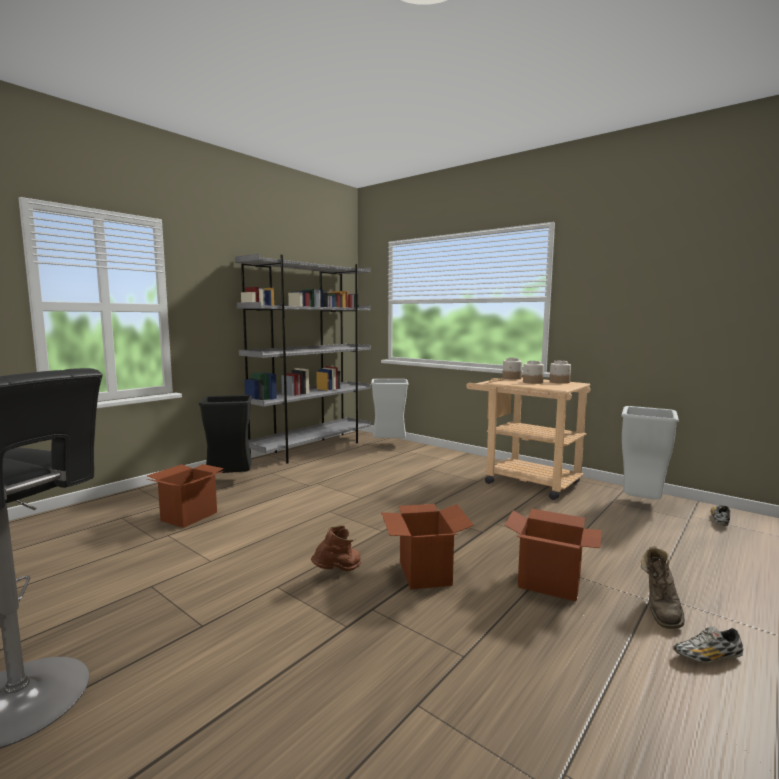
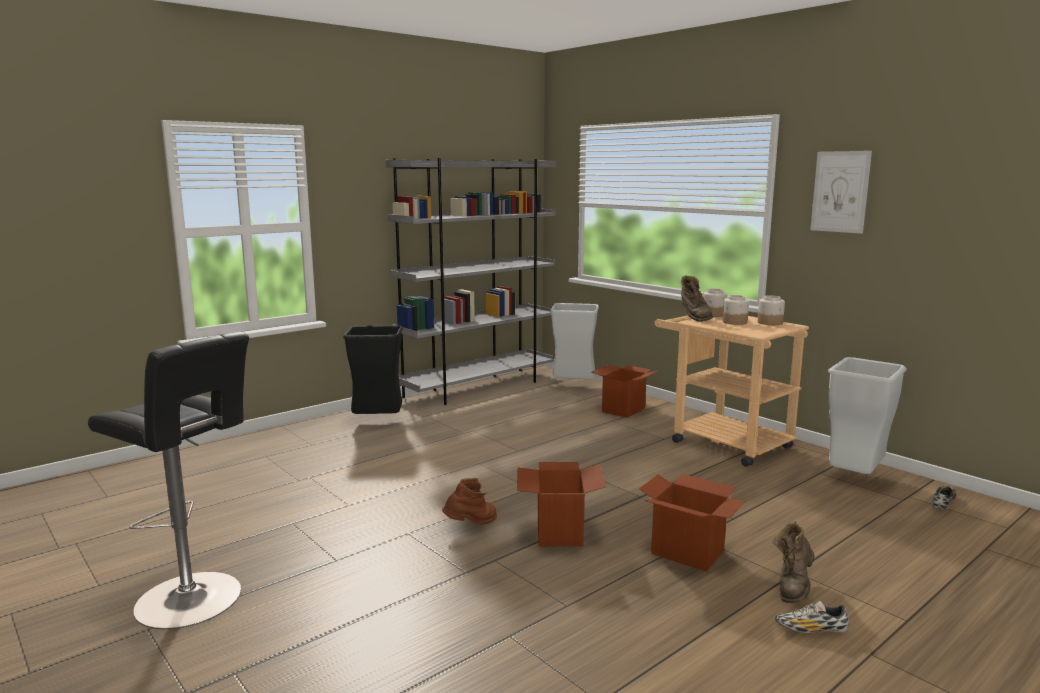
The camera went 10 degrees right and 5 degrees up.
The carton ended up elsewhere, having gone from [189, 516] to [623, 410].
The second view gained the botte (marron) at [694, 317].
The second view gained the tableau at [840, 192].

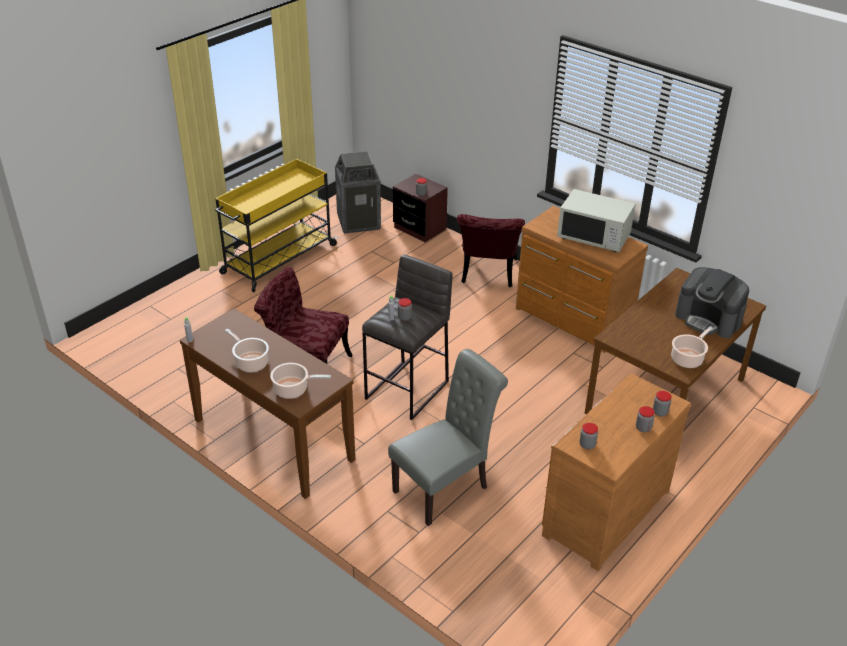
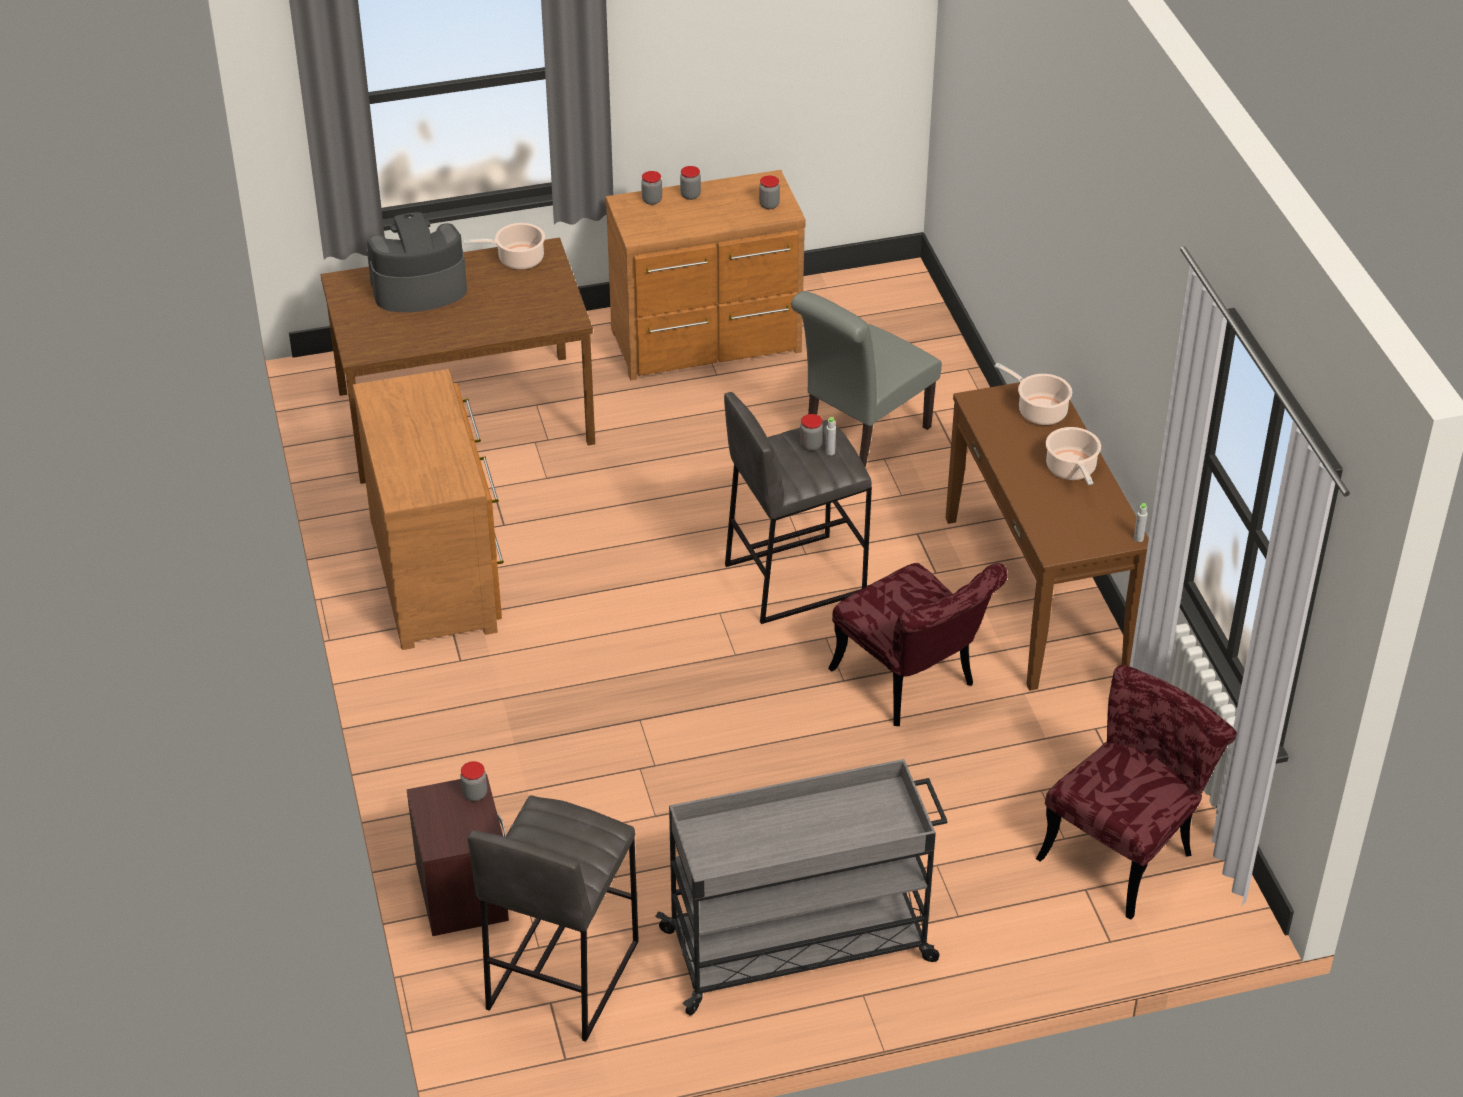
The camera went 145 degrees left and 5 degrees up.
What was the chariot (jaune) at [278, 260] turned into the chariot (gris) at [801, 945].
Where the poubelle stood at [359, 222], the tabouret (gris) came to stand at [560, 975].
The chaise (gris) at [445, 487] ended up facing another way, 45 degrees counterclockwise from before.
The chaise (rouge) ended up elsewhere, having gone from [488, 275] to [1126, 848].
The second view lost the micro-ondes (blanc) at [594, 237].
The machine à café at [708, 319] ended up facing another way, 90 degrees counterclockwise from before.

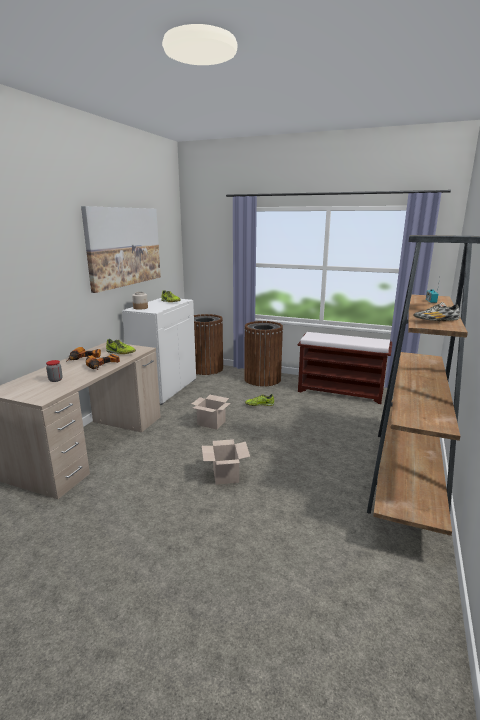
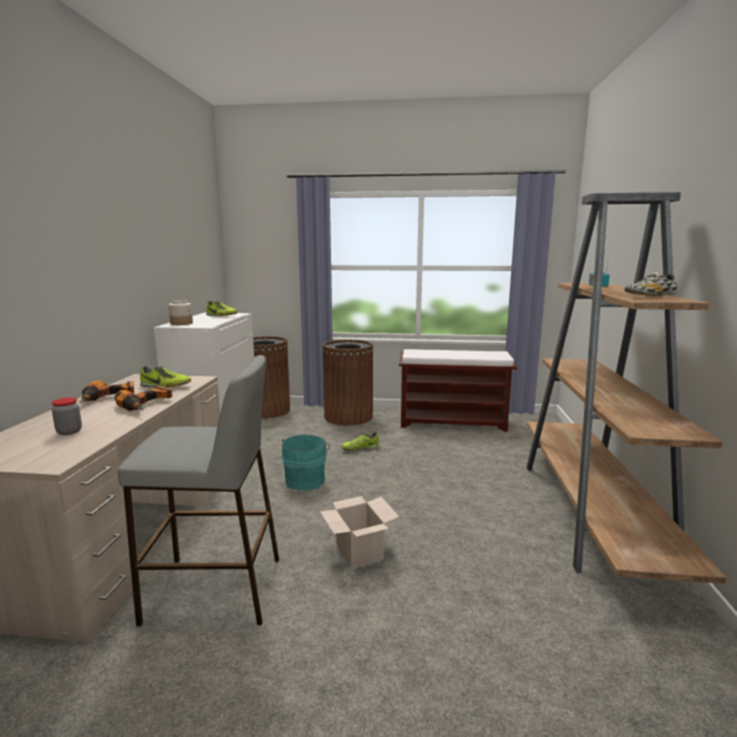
The camera went 15 degrees left and 5 degrees down.
The second view lost the tableau at [124, 247].
Where the carton stood at [212, 423], the seau (turquoise) came to stand at [306, 480].
The second view gained the tabouret (gris) at [215, 589].

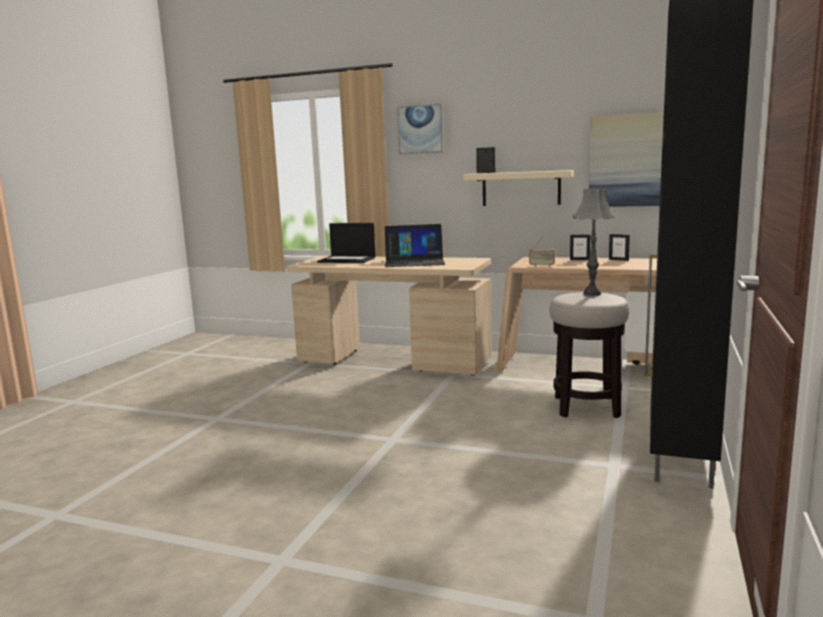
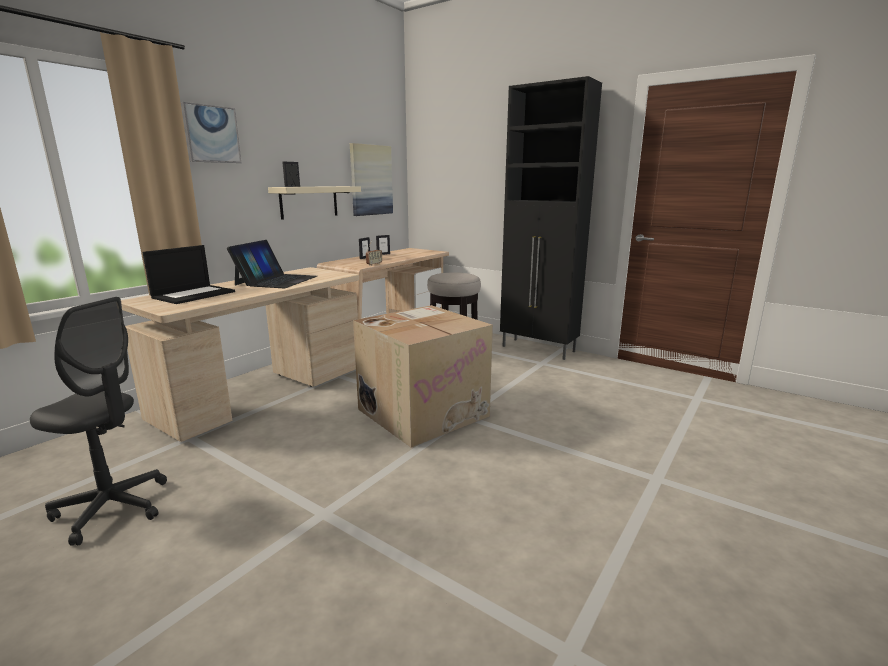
The camera went 75 degrees left and 5 degrees up.
The second view lost the lampe de table (gris) at [592, 294].
The second view gained the chaise de bureau (gris) at [112, 508].
The second view gained the carton at [423, 411].

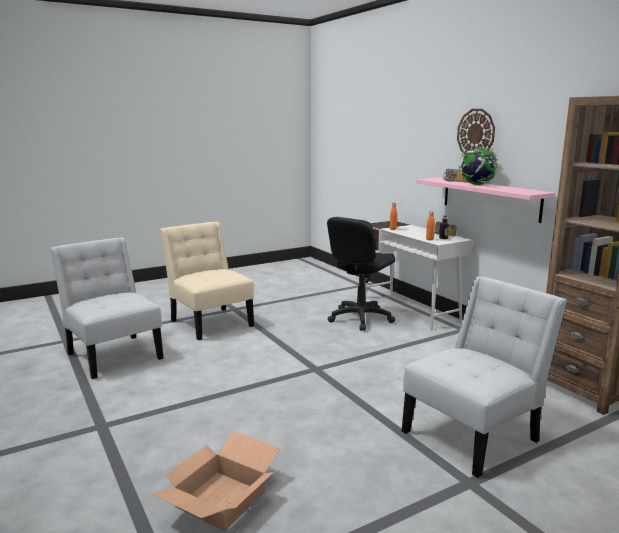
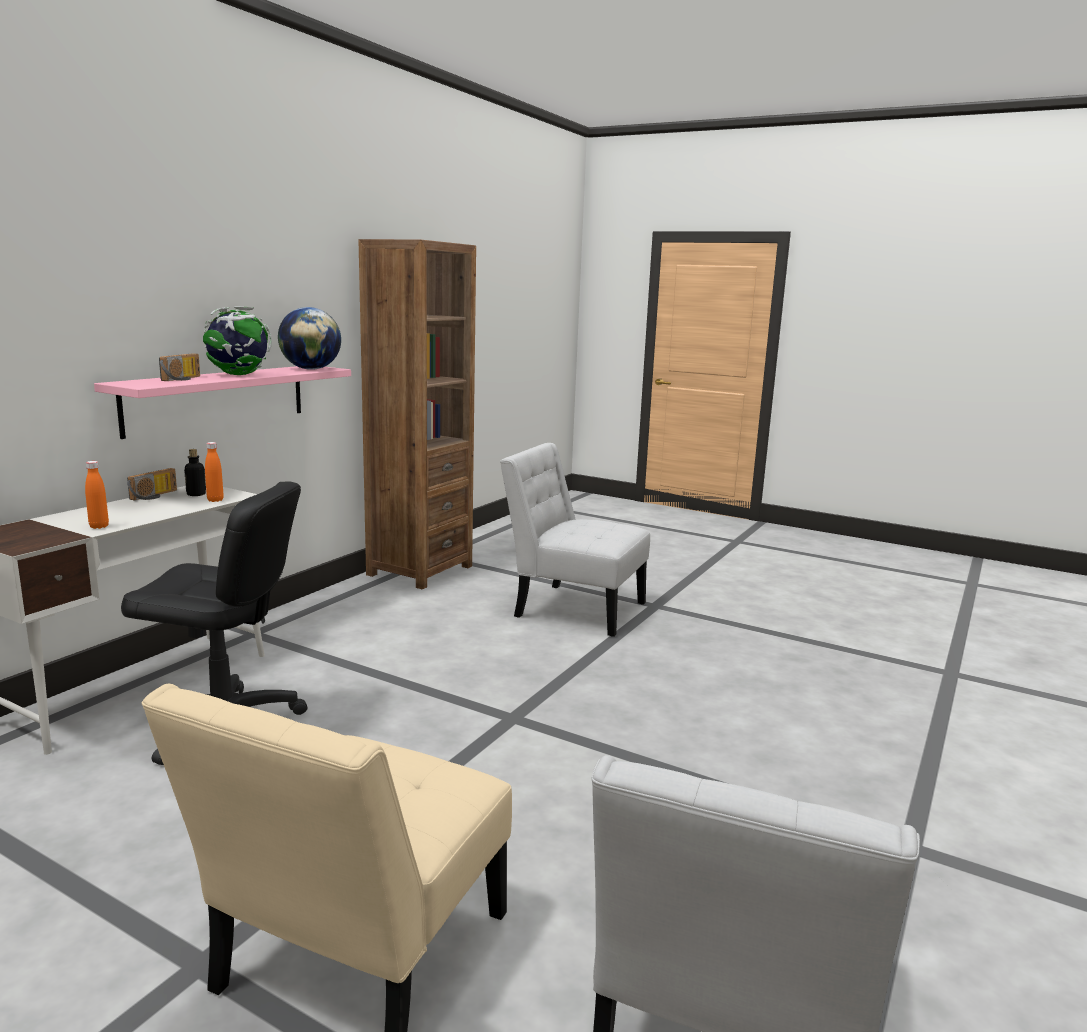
The camera went 120 degrees left and 0 degrees up.
The second view lost the carton at [221, 500].
The second view lost the horloge murale at [476, 133].
The second view gained the globe at [311, 369].

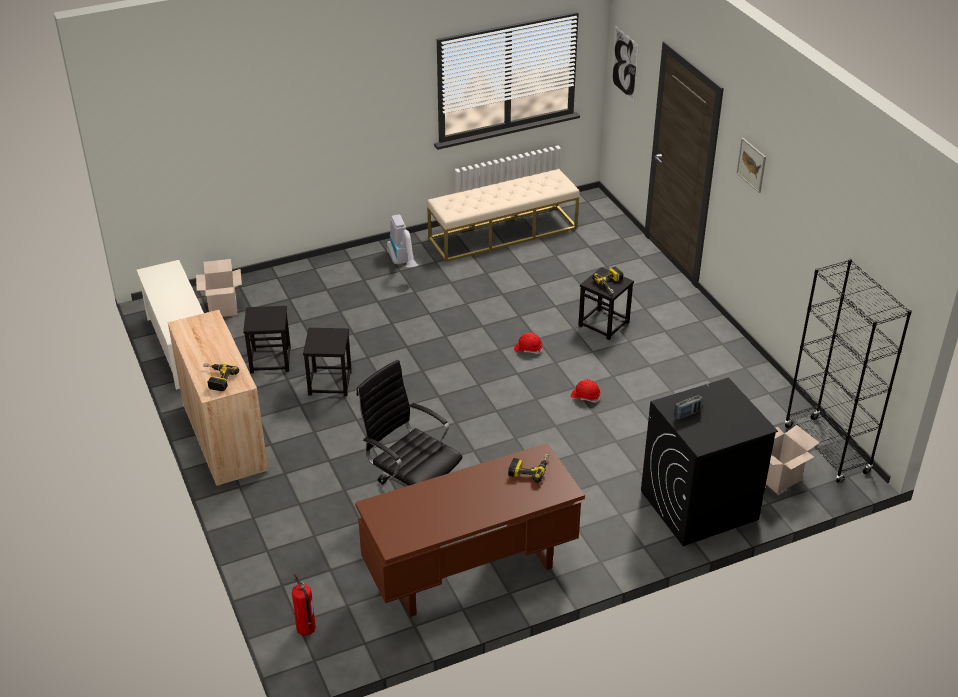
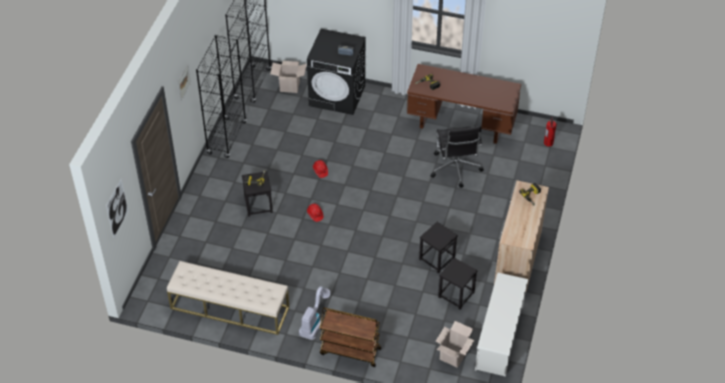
The camera went 140 degrees left and 10 degrees up.
The second view gained the bibliothèque (noir) at [226, 138].
The second view gained the chariot (marron) at [350, 351].

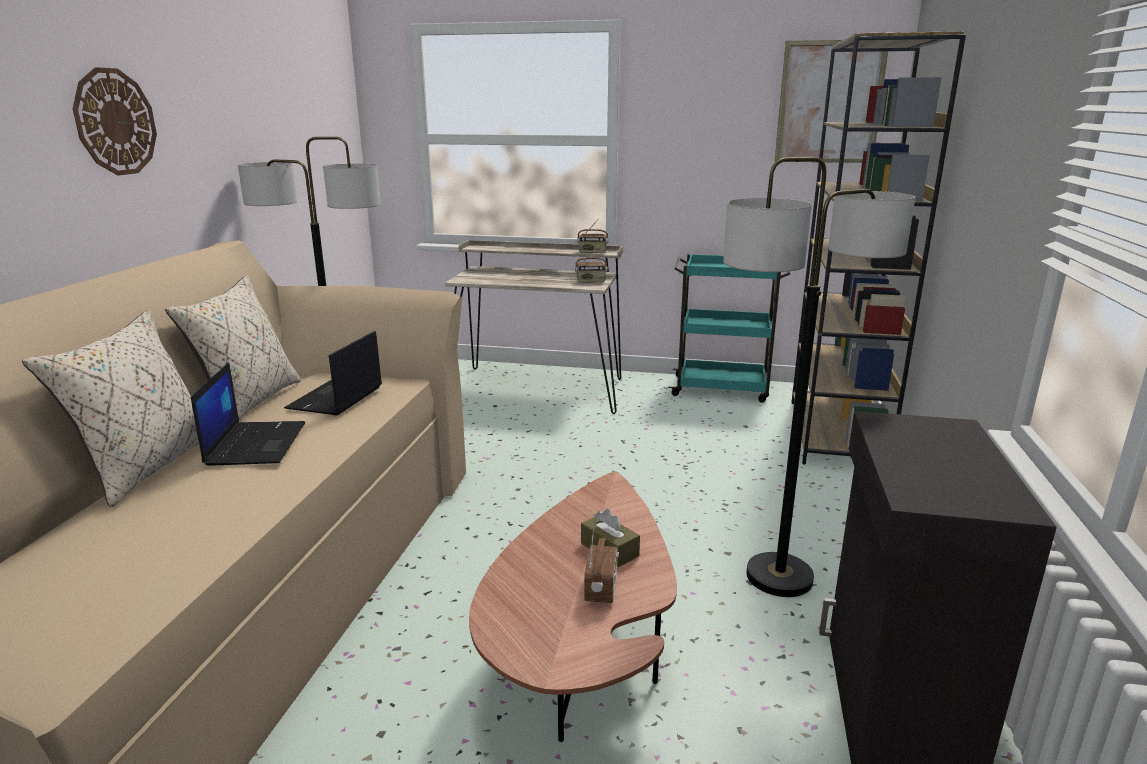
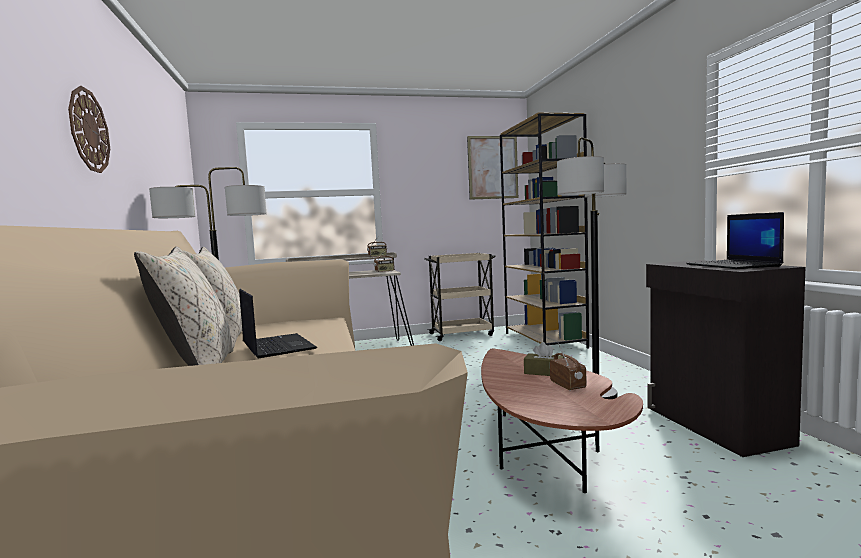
The camera went 25 degrees left and 15 degrees down.
The ordinateur portable ended up elsewhere, having gone from [335, 398] to [734, 265].
What was the chariot (turquoise) at [722, 389] turned into the chariot (beige) at [462, 334].

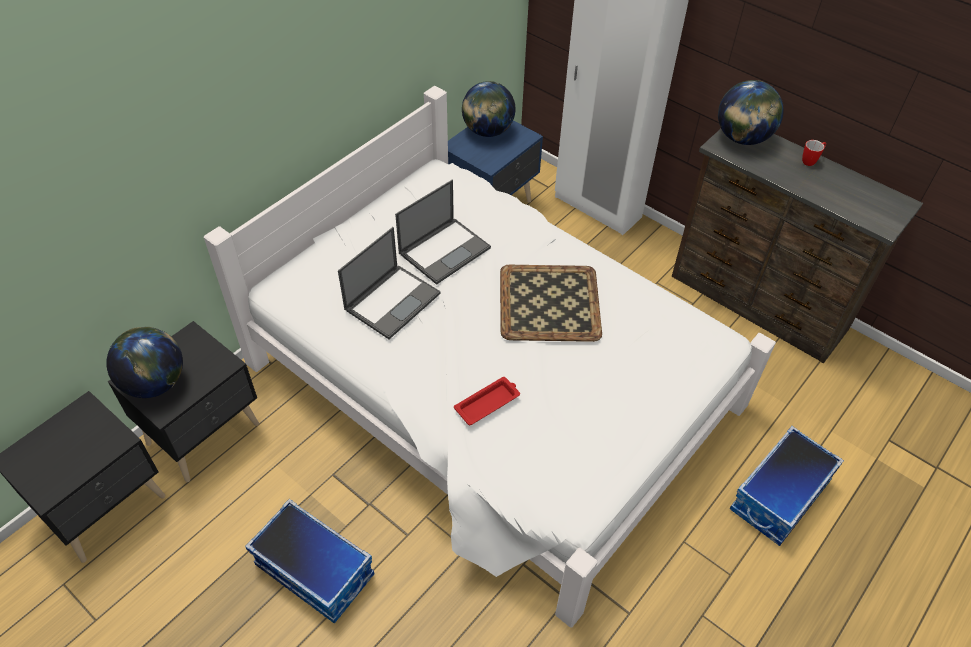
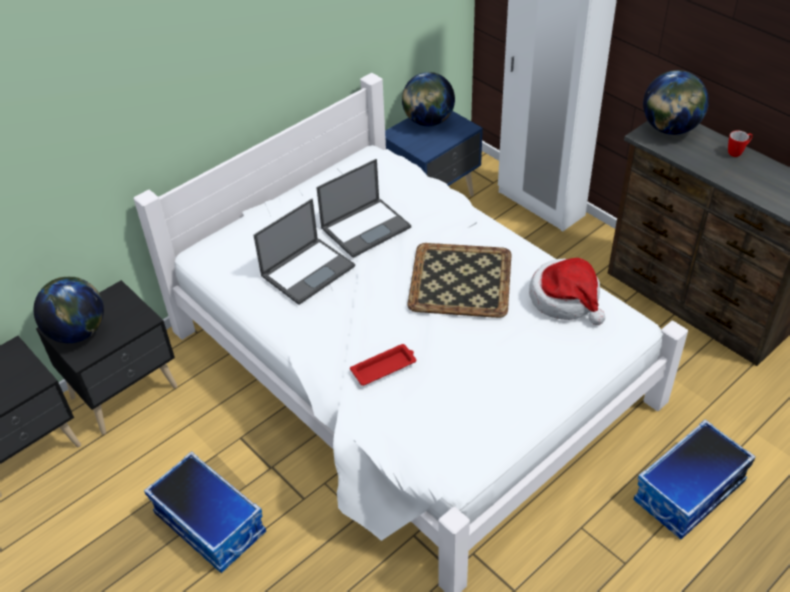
The camera went 10 degrees right and 5 degrees down.
The second view gained the chapeau at [566, 299].

